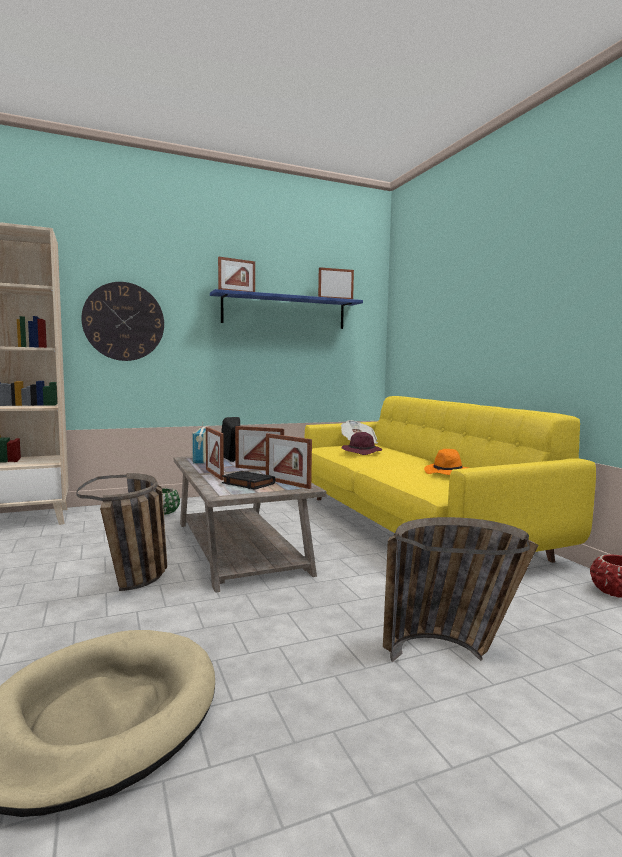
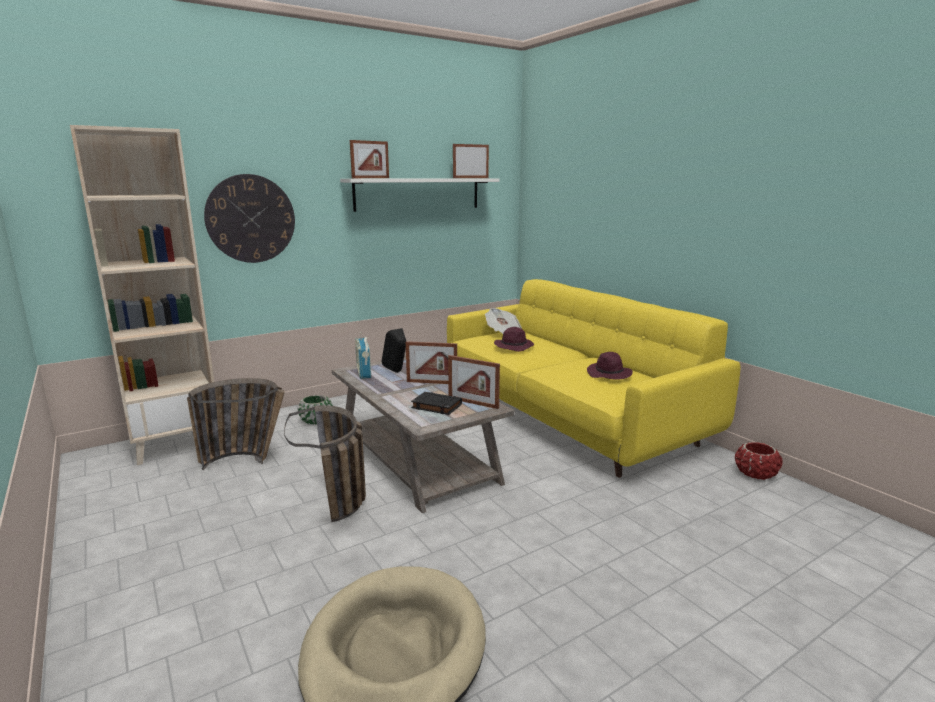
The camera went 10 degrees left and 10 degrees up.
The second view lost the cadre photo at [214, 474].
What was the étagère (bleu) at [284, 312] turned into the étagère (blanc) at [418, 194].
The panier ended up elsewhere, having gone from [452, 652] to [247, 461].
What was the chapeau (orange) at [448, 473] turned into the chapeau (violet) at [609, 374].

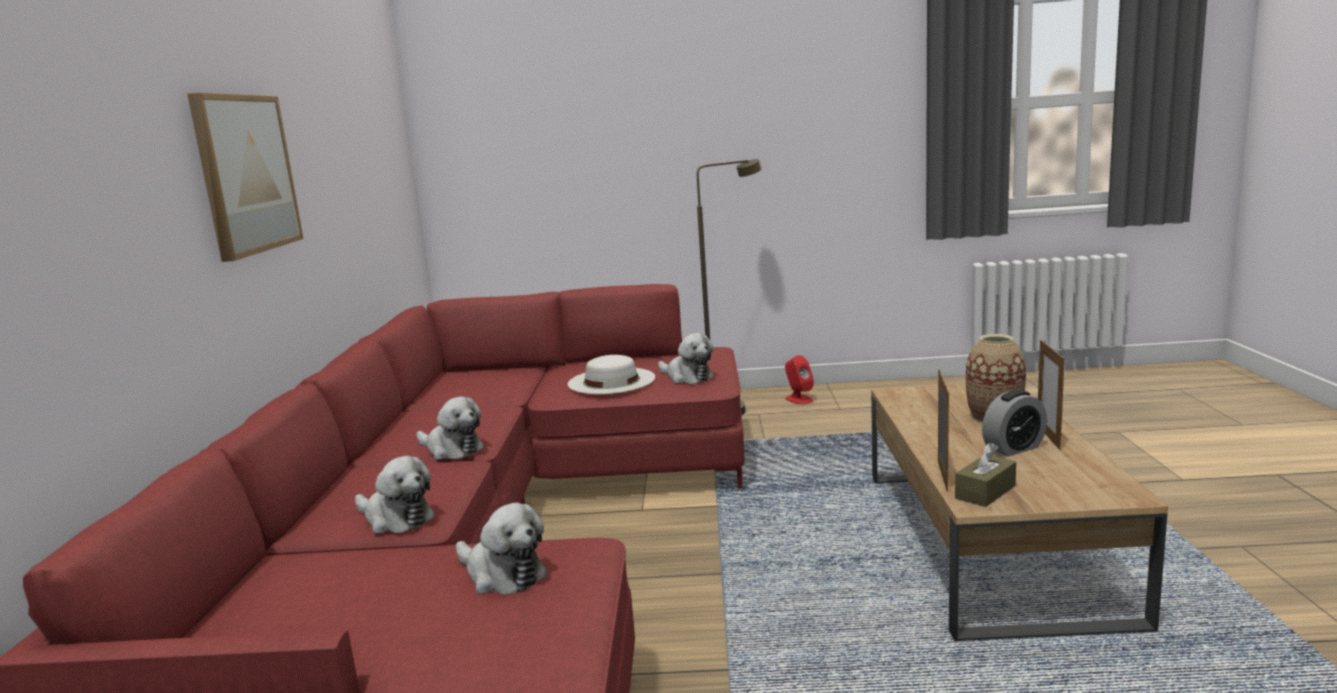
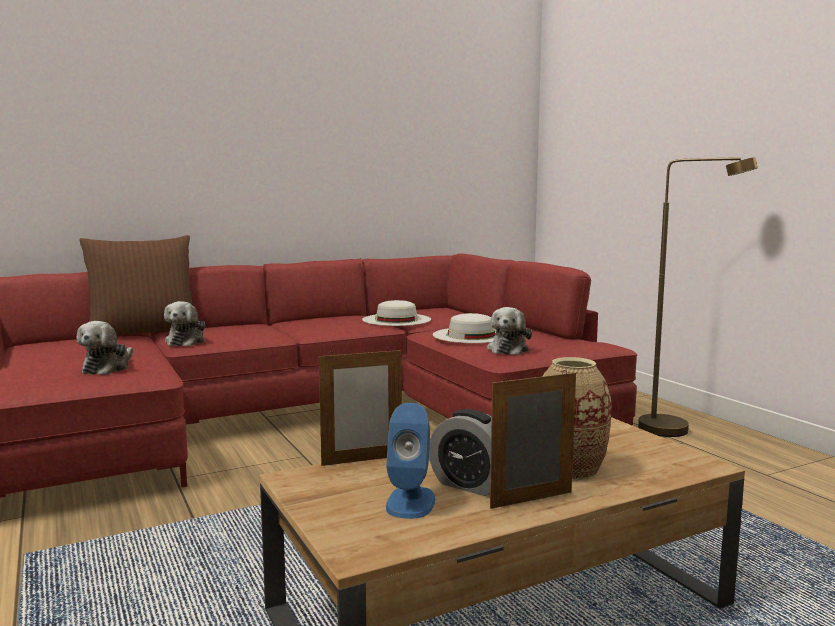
The camera went 60 degrees right and 5 degrees down.
The second view lost the tableau at [245, 174].
The second view lost the peluche at [452, 449].
The second view lost the enceinte (rouge) at [799, 399].
The second view lost the boîte à mouchoirs (marron) at [985, 492].
The second view gained the coussin (marron) at [143, 333].
The second view gained the chapeau (blanc) at [396, 319].
The second view gained the enceinte (bleu) at [411, 502].

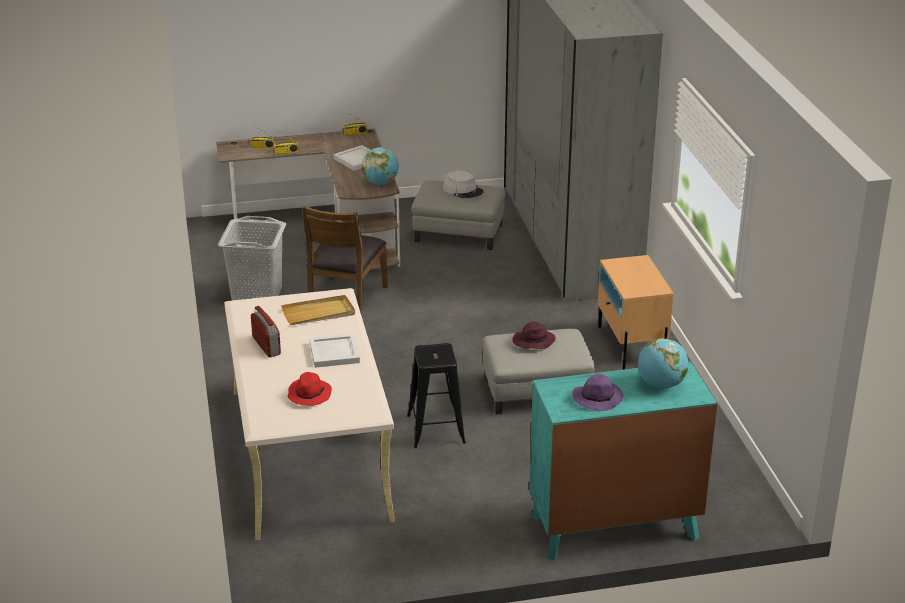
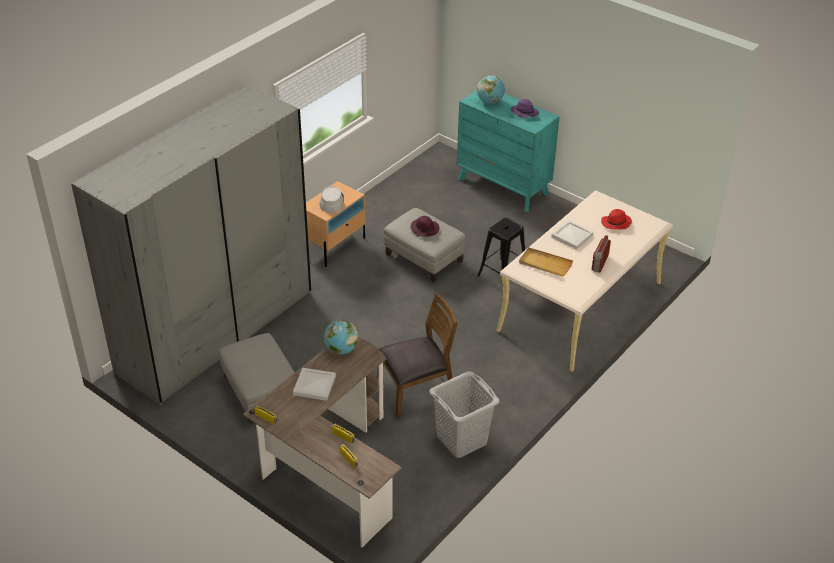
The camera went 130 degrees left and 10 degrees up.
The chapeau (gris) ended up elsewhere, having gone from [463, 190] to [331, 201].

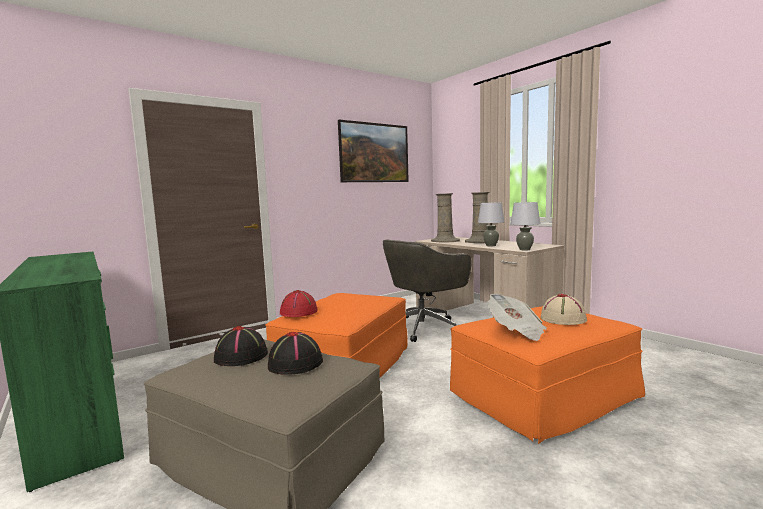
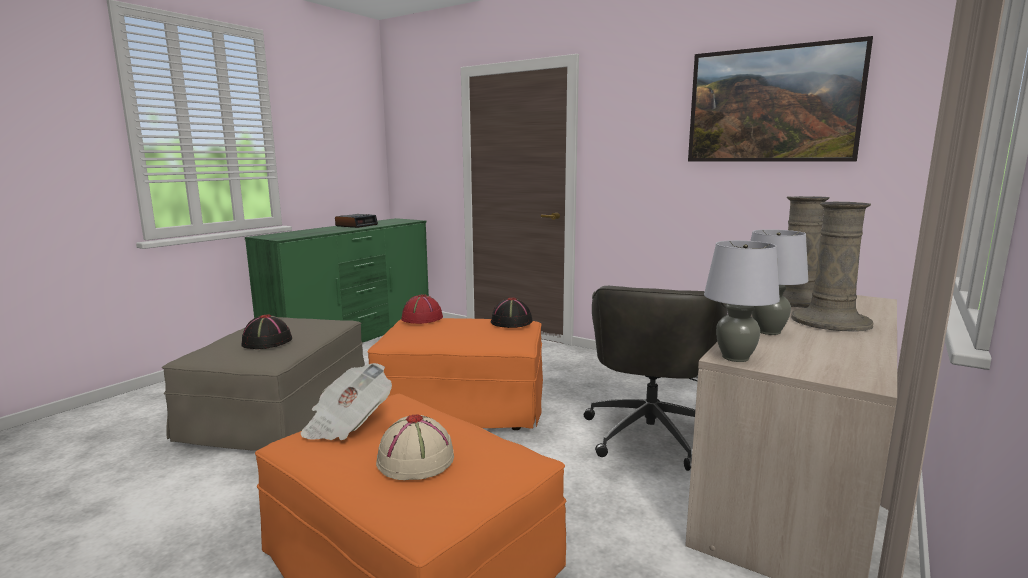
The camera went 70 degrees right and 5 degrees up.
The chapeau (noir) ended up elsewhere, having gone from [242, 356] to [511, 322].
The chaise de bureau (gris) at [424, 327] ended up facing another way, 105 degrees counterclockwise from before.
The second view gained the réveil at [356, 225].

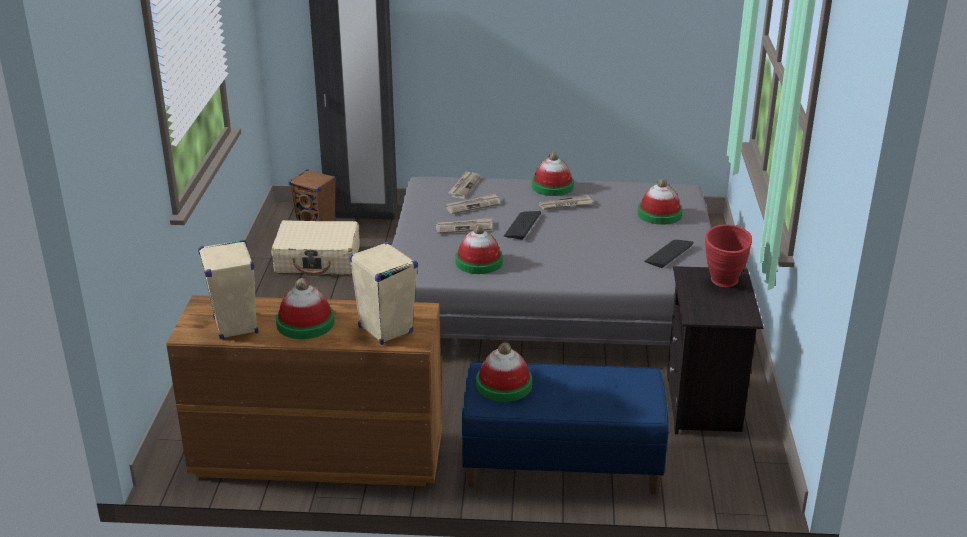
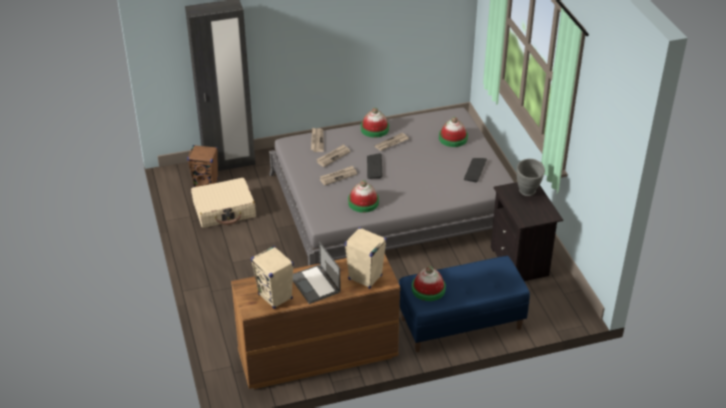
The camera went 20 degrees left and 10 degrees up.
Where the chapeau stood at [305, 323], the ordinateur portable came to stand at [315, 284].
What was the vase (rouge) at [723, 284] turned into the vase (gris) at [528, 193].

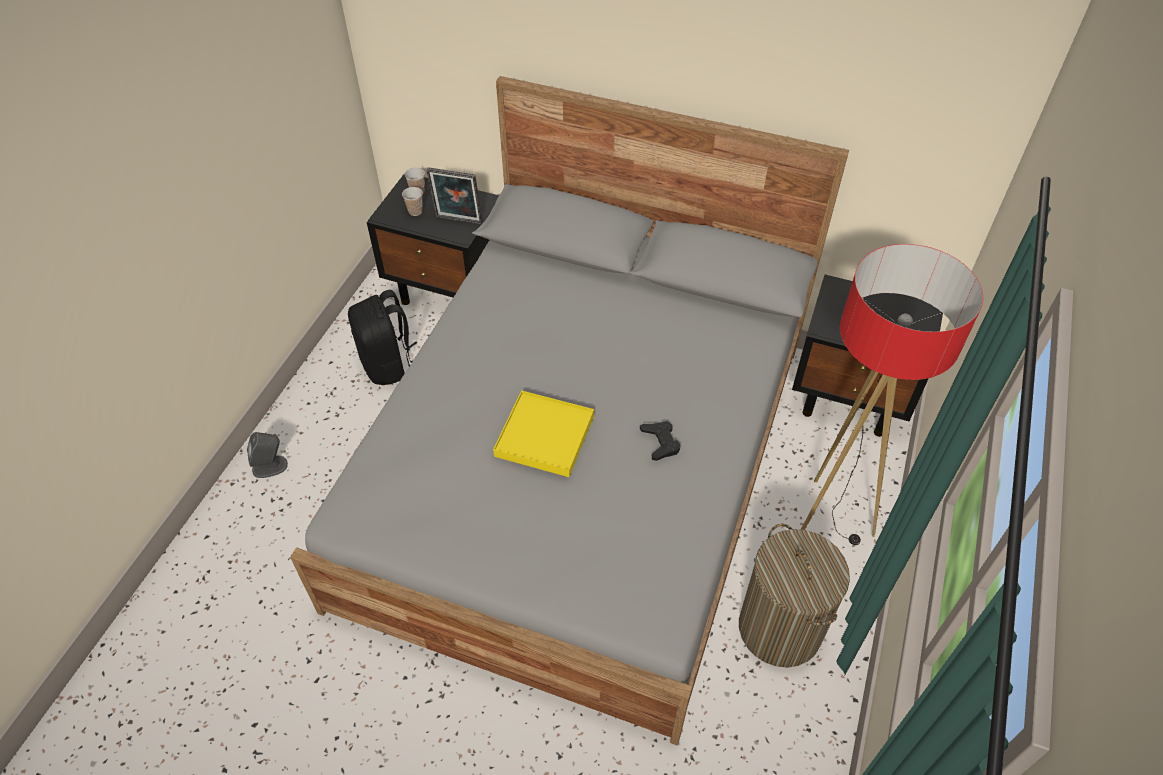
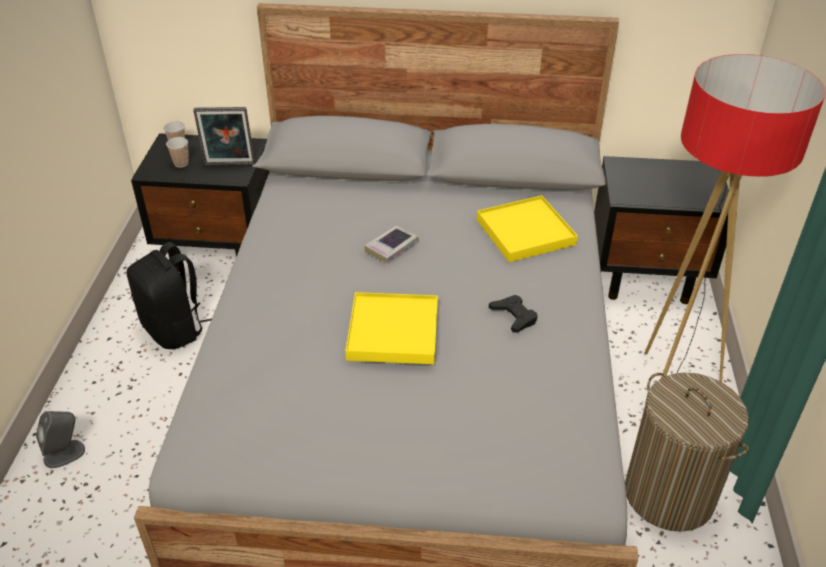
The camera went 15 degrees left and 10 degrees down.
The second view gained the livre at [391, 247].
The second view gained the plateau (jaune) at [525, 232].

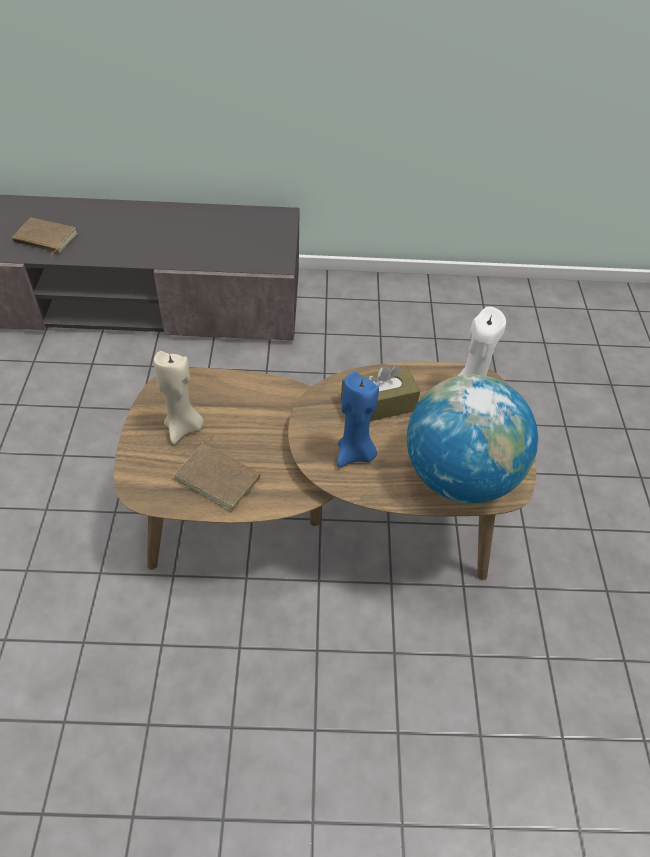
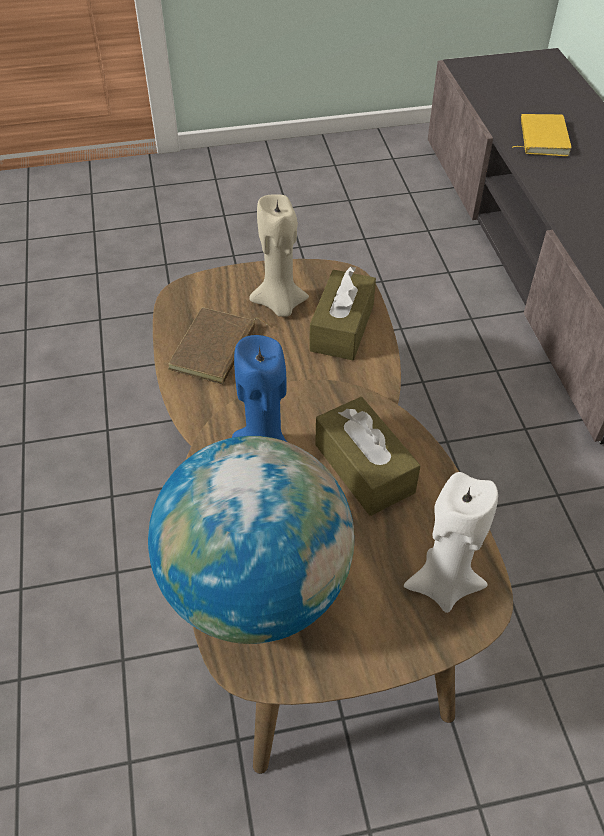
The camera went 80 degrees right and 0 degrees up.
What was the livre (marron) at [44, 239] turned into the livre (jaune) at [541, 138].
The second view gained the boîte à mouchoirs (marron) at [342, 327].

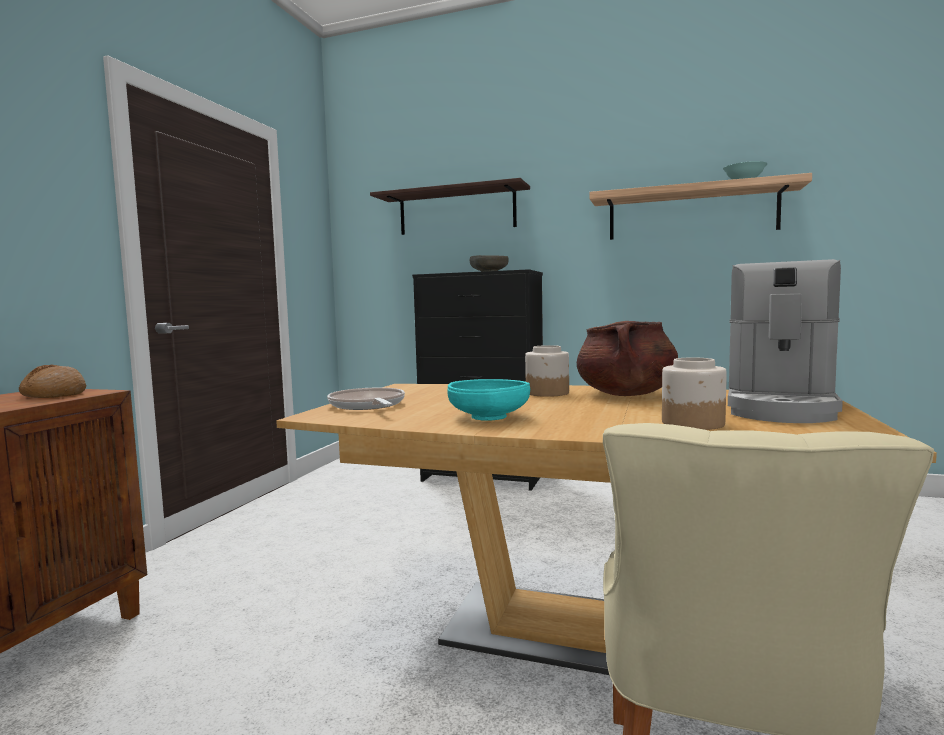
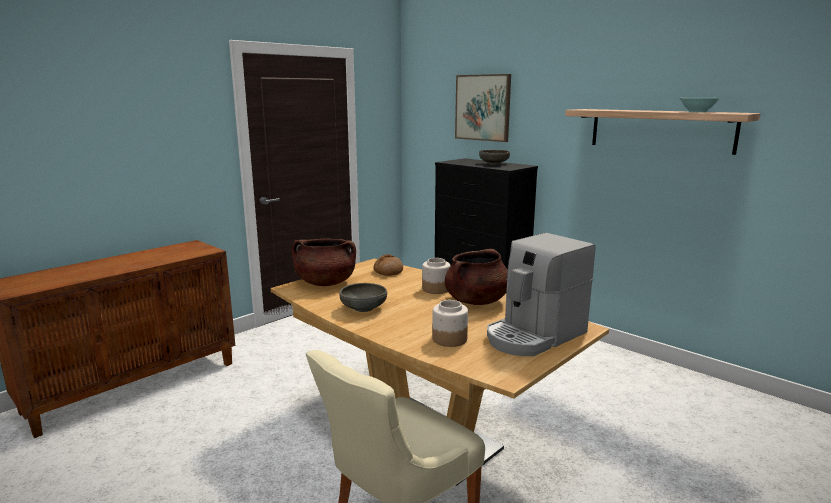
The camera went 25 degrees right and 10 degrees up.
The pain ended up elsewhere, having gone from [54, 395] to [388, 271].
Where the poêle stood at [367, 406], the marmite (marron) came to stand at [325, 283].
Where the étagère hung at [456, 212], the tableau came to hang at [483, 107].
What was the bol (turquoise) at [489, 417] turned into the bol (gris) at [363, 308].

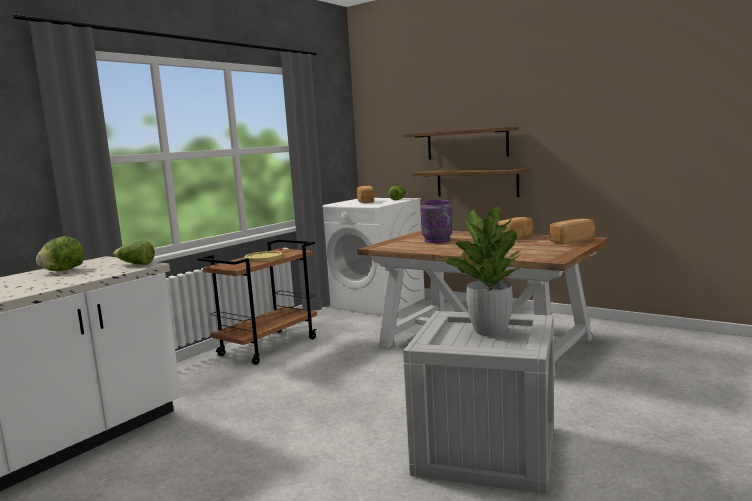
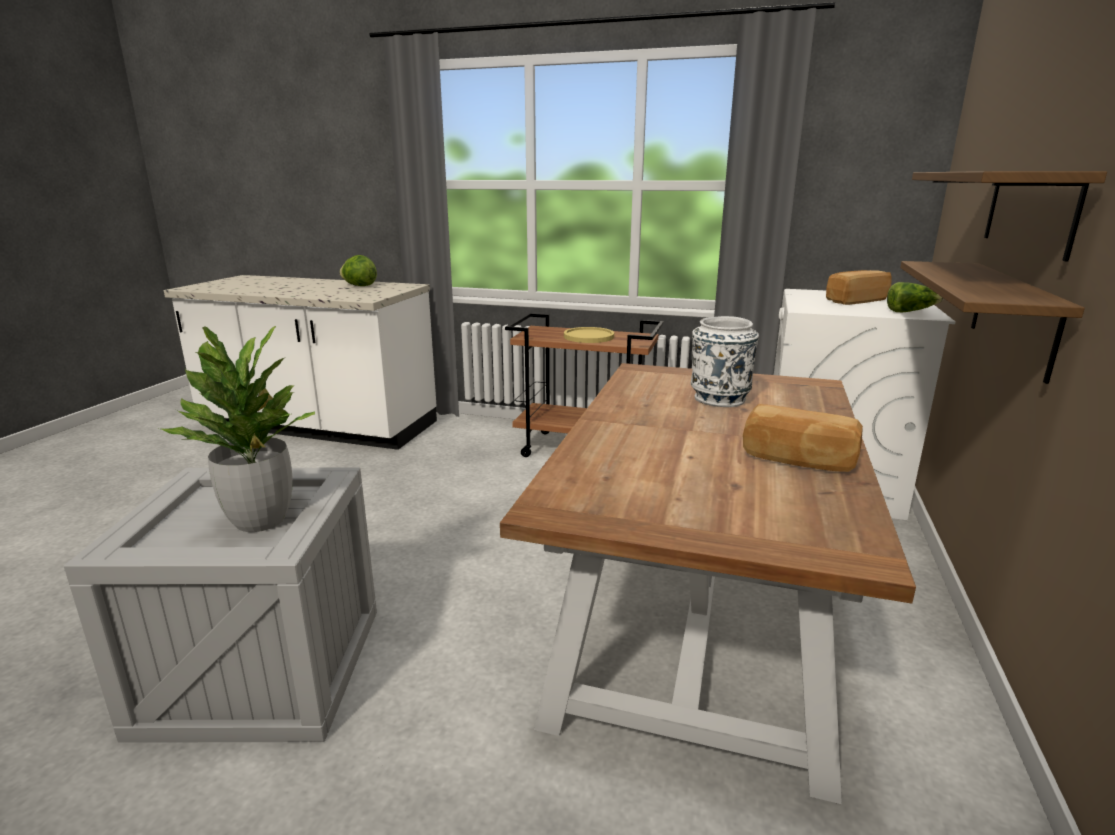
The camera went 70 degrees right and 10 degrees up.
The second view lost the laitue at [135, 264].
What was the vase (violet) at [437, 240] turned into the vase (blanc) at [719, 399].
The second view lost the pain at [570, 240].

